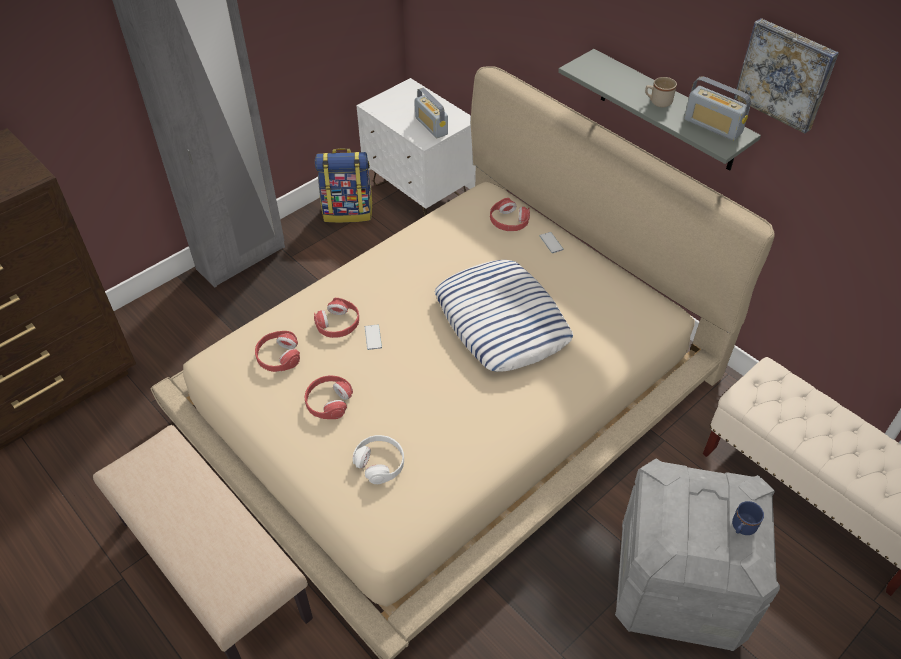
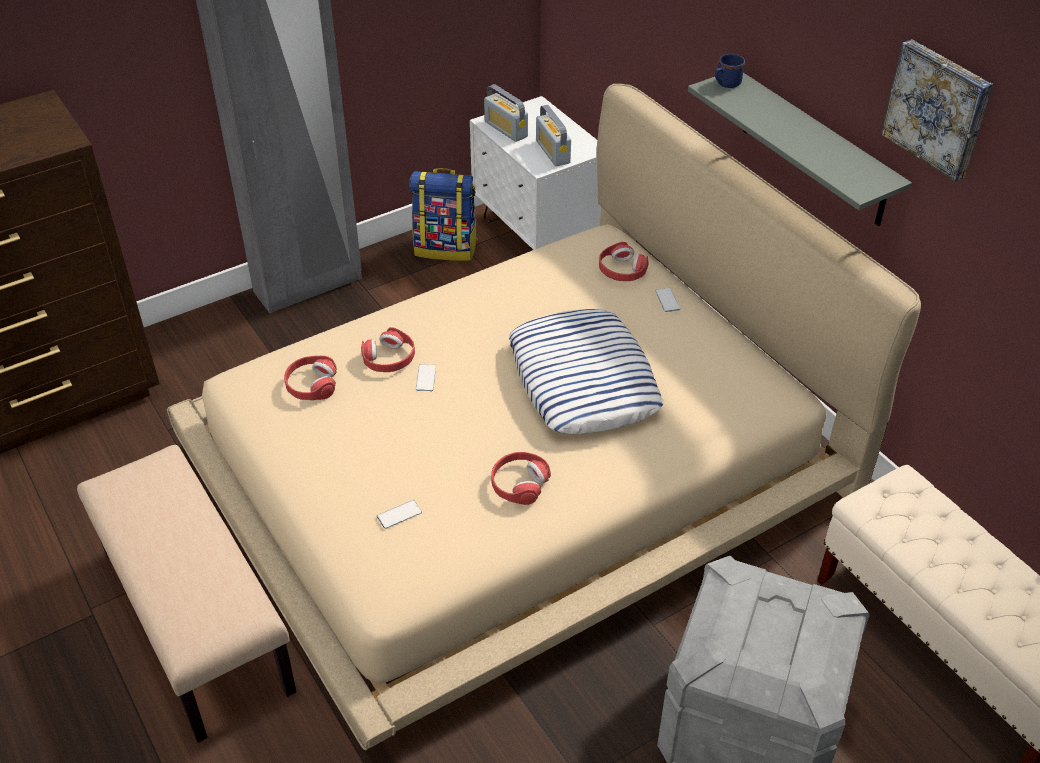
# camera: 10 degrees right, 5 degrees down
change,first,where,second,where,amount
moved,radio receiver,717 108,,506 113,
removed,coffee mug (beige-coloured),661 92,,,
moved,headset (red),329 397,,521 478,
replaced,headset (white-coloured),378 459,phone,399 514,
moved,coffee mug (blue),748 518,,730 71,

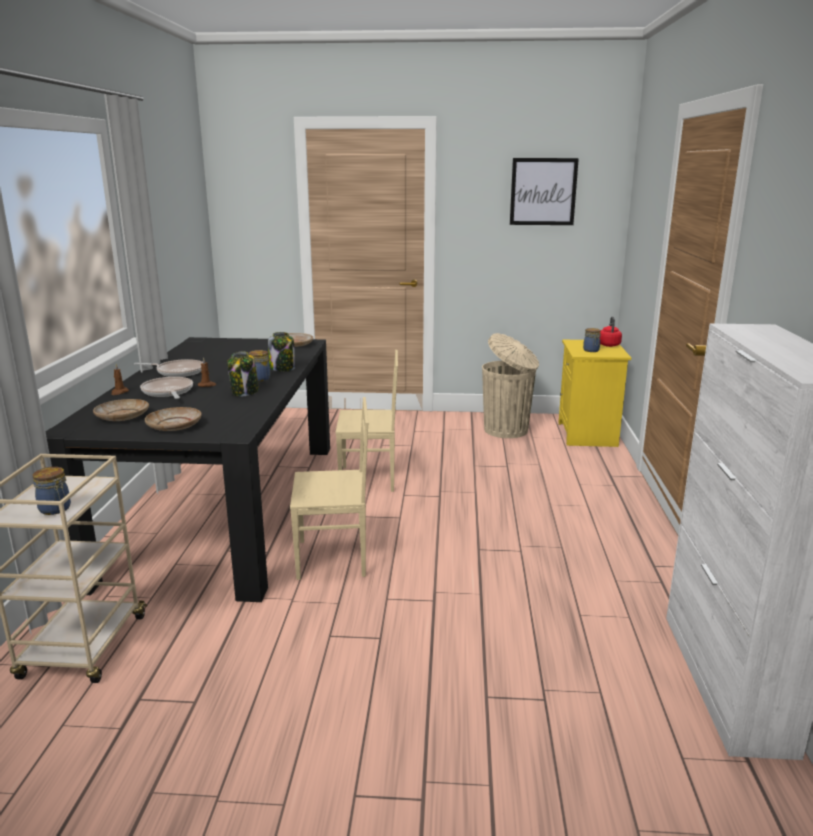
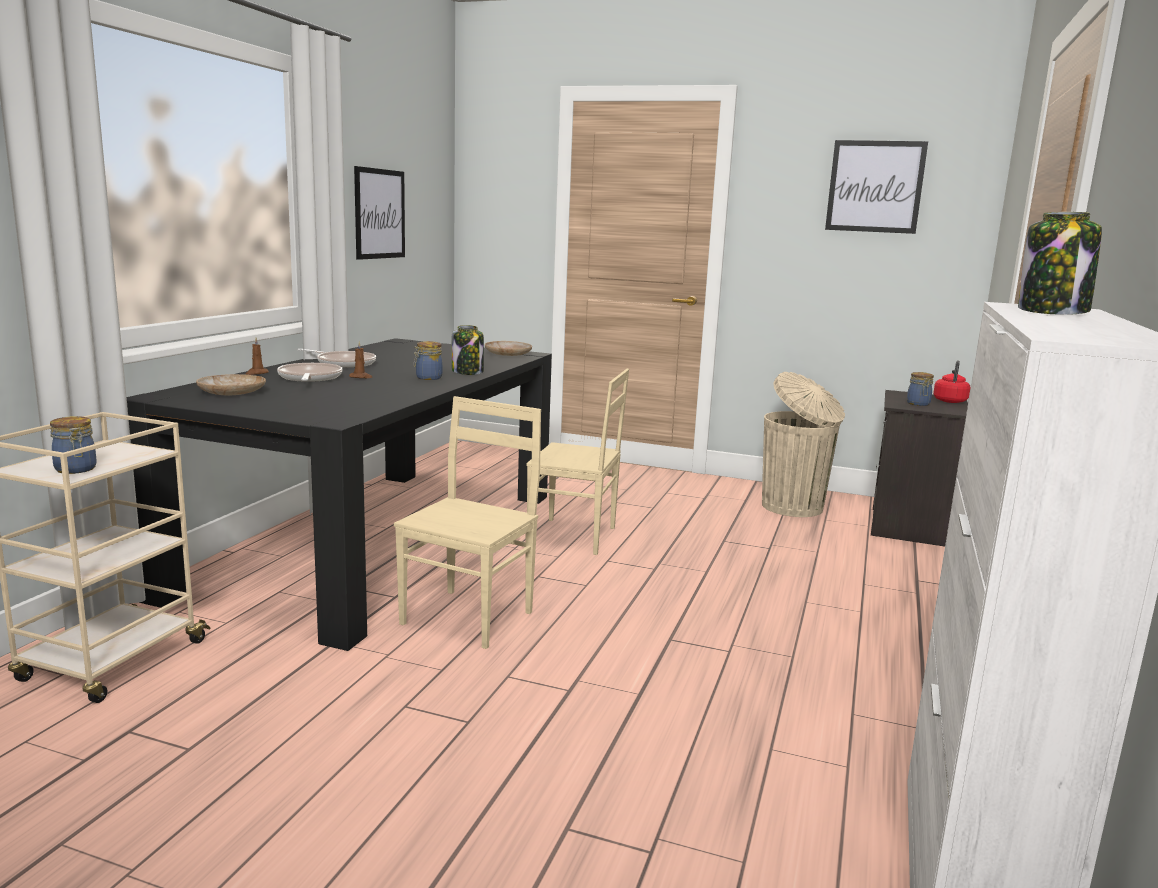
# camera: 15 degrees right, 5 degrees down
change,first,where,second,where,amount
recoloured,nightstand (yellow-coloured),594 393,nightstand (black-coloured),919 468,
moved,preserve jar,243 374,,1060 263,
turned,upright chair (beige-coloured),329 488,,467 522,75 degrees counterclockwise
removed,flat dish (beige-coloured),173 419,,,
added,,,wall picture,379 213,

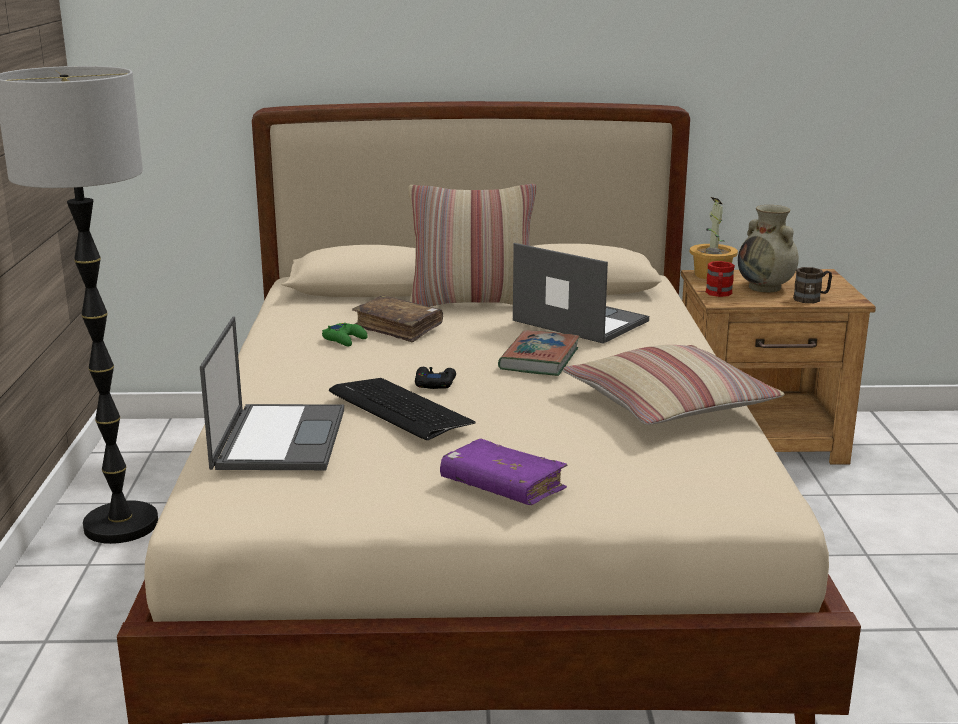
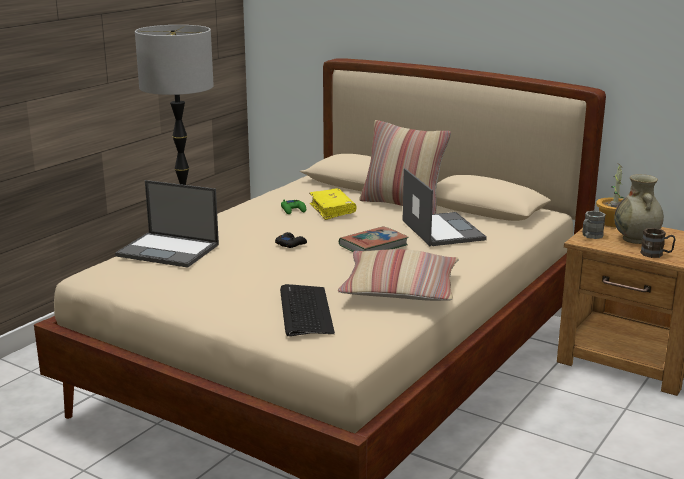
# camera: 35 degrees right, 0 degrees up
change,first,where,second,where,amount
recoloured,coffee mug (red),720 279,coffee mug (grey),594 225,
recoloured,book (brown),397 319,book (yellow-coloured),333 204,
turned,portable computer,272 393,,167 224,75 degrees clockwise
moved,computer keyboard,402 409,,307 310,
removed,book (purple),503 471,,,

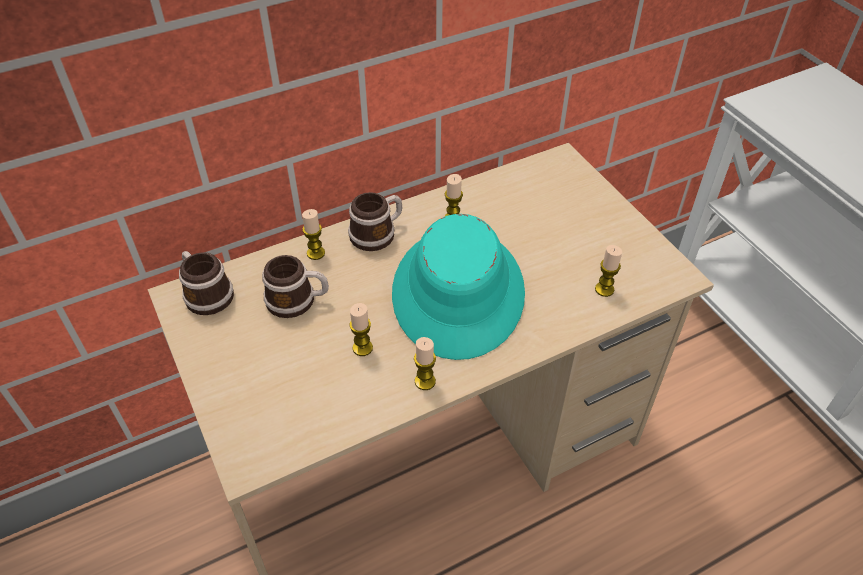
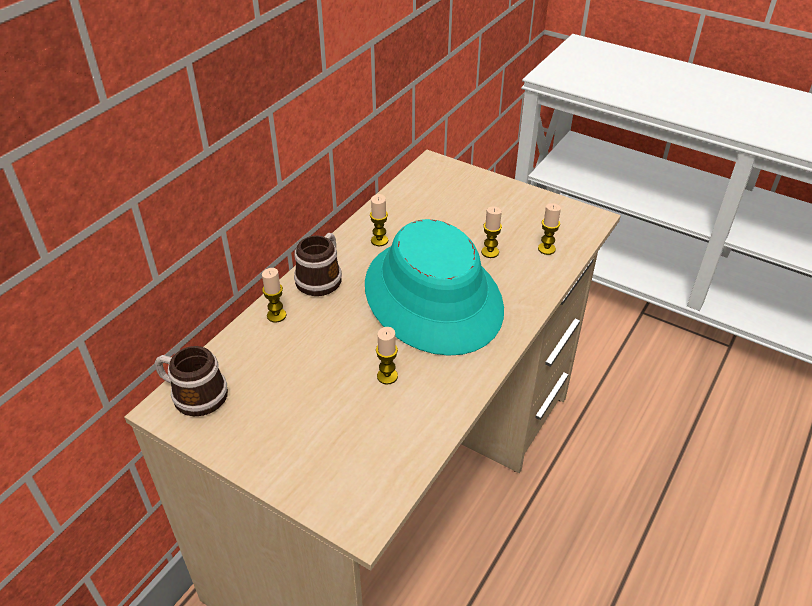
# camera: 30 degrees left, 5 degrees down
change,first,where,second,where,amount
removed,coffee mug,295 286,,,
moved,candle,425 363,,491 232,

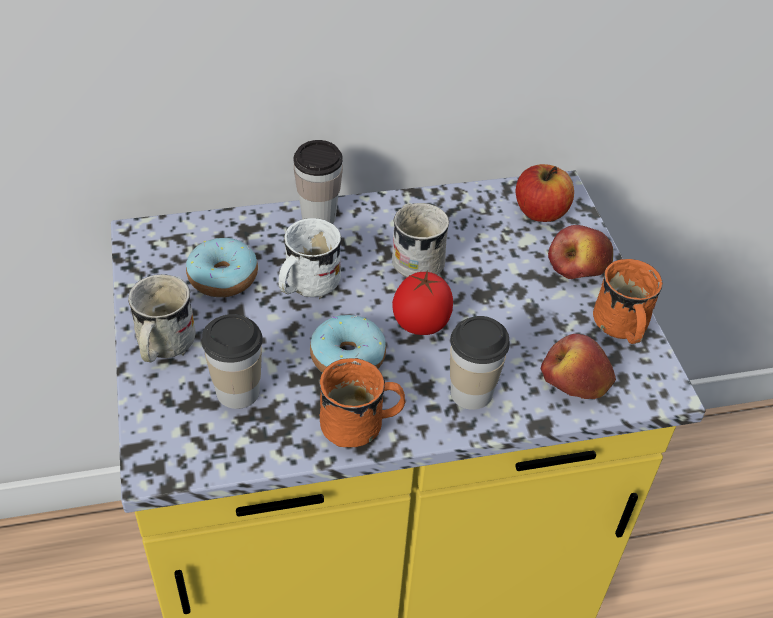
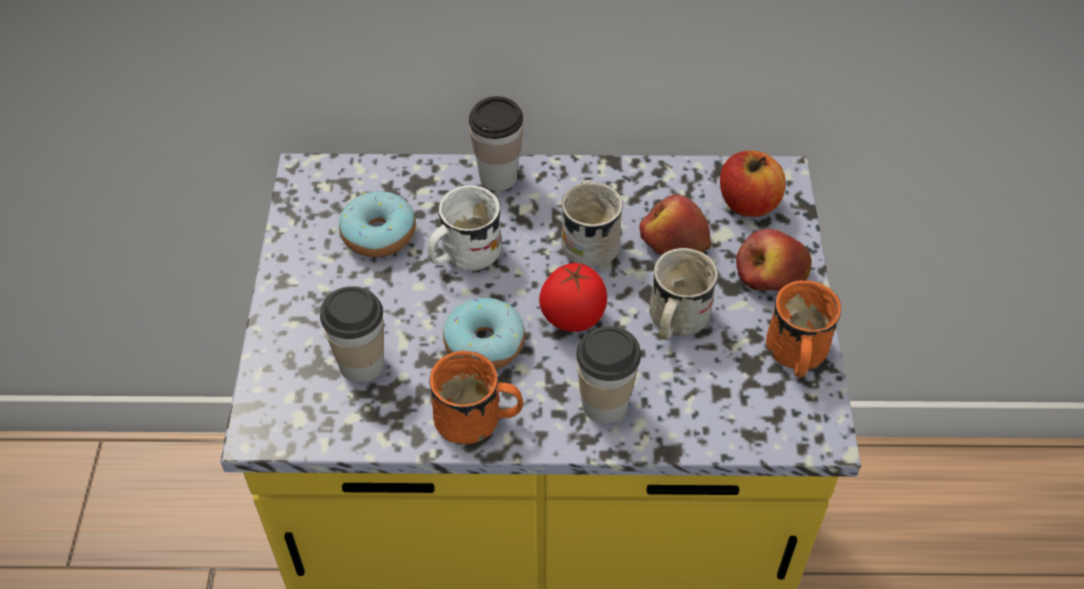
# camera: 15 degrees right, 5 degrees up
change,first,where,second,where,amount
moved,coffee mug (white-coloured),162 318,,683 294,
moved,apple,578 366,,675 225,

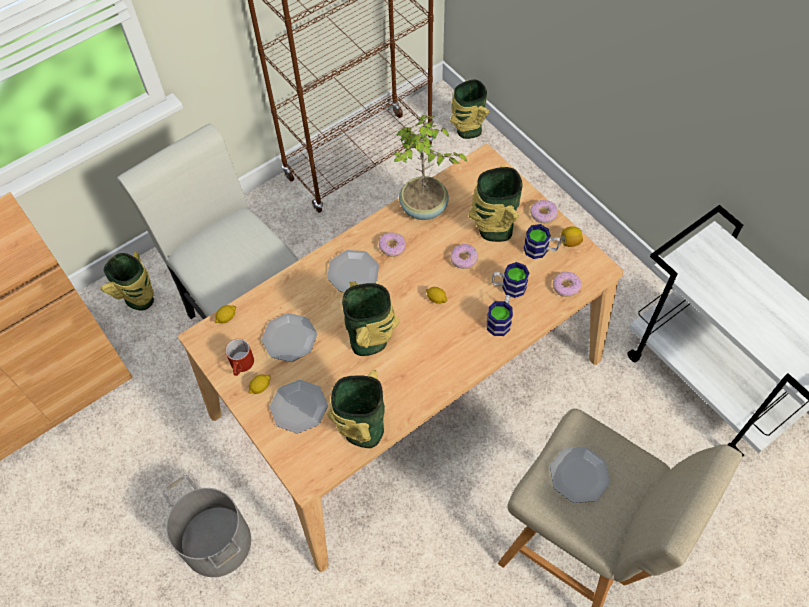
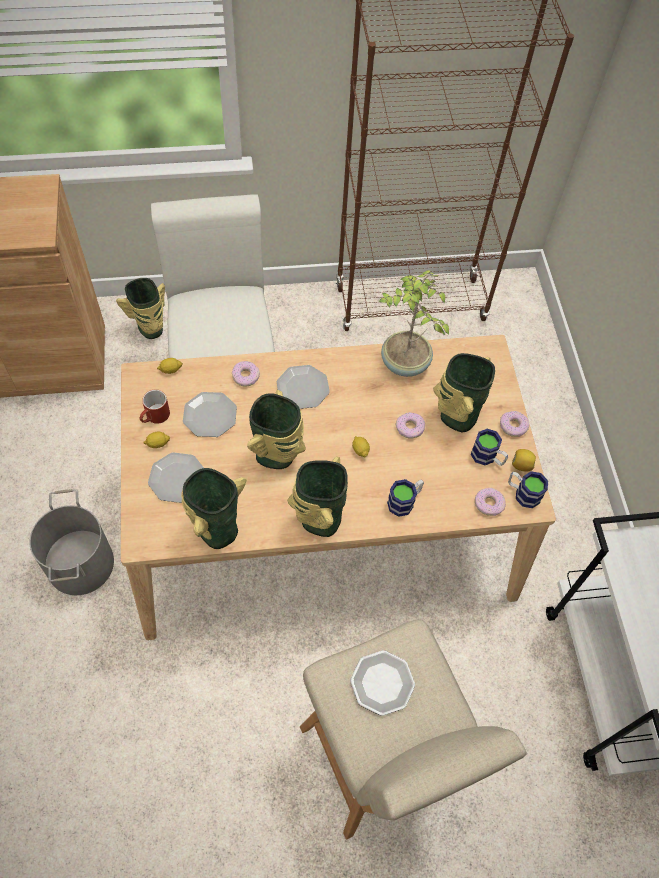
# camera: 25 degrees right, 0 degrees up
change,first,where,second,where,amount
moved,vase,469 109,,317 496,
moved,ring doughnut,392 244,,246 374,
moved,coffee mug,510 280,,528 489,

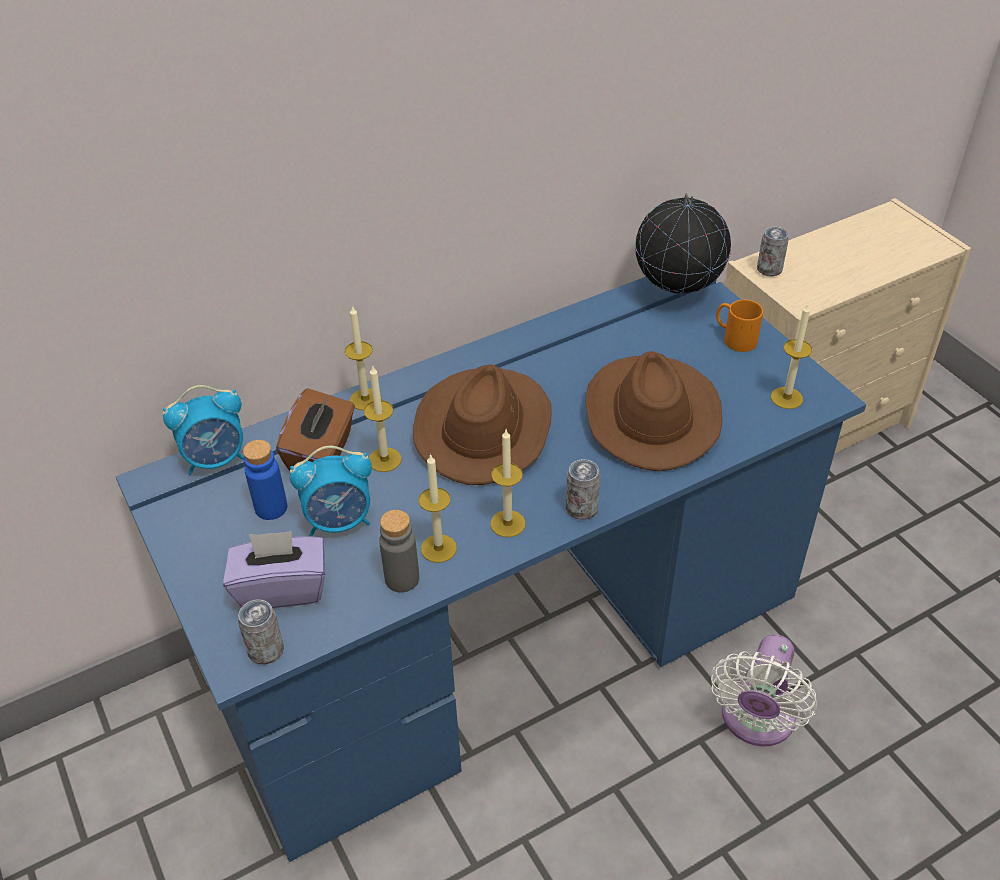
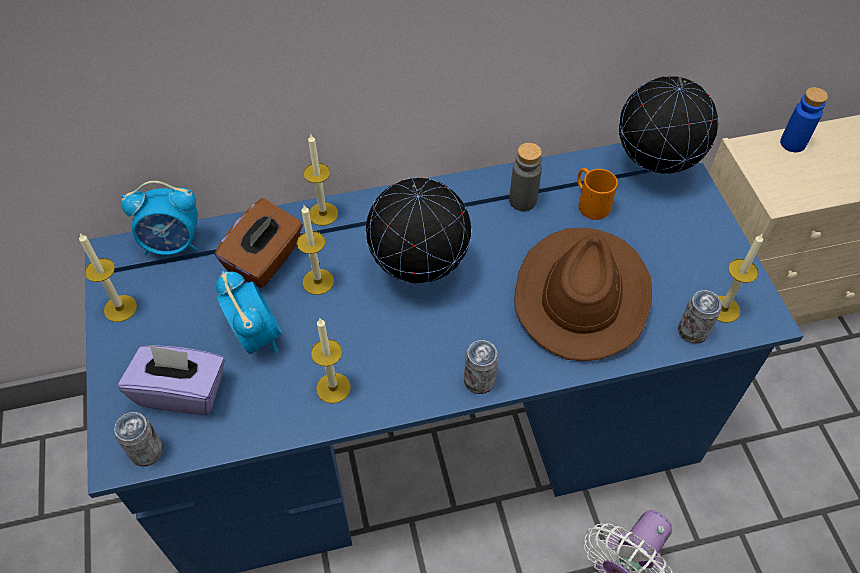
# camera: 15 degrees right, 10 degrees up
change,first,where,second,where,amount
moved,sealed can,773 251,,700 317,
moved,coffee mug (orange-coloured),739 326,,597 194,
replaced,hat (brown),482 424,globe,418 230,
moved,candle,507 483,,108 277,
moved,bottle (blue),265 480,,804 119,
turned,table clock,331 491,,248 312,120 degrees counterclockwise
moved,bottle (grey),399 551,,525 177,

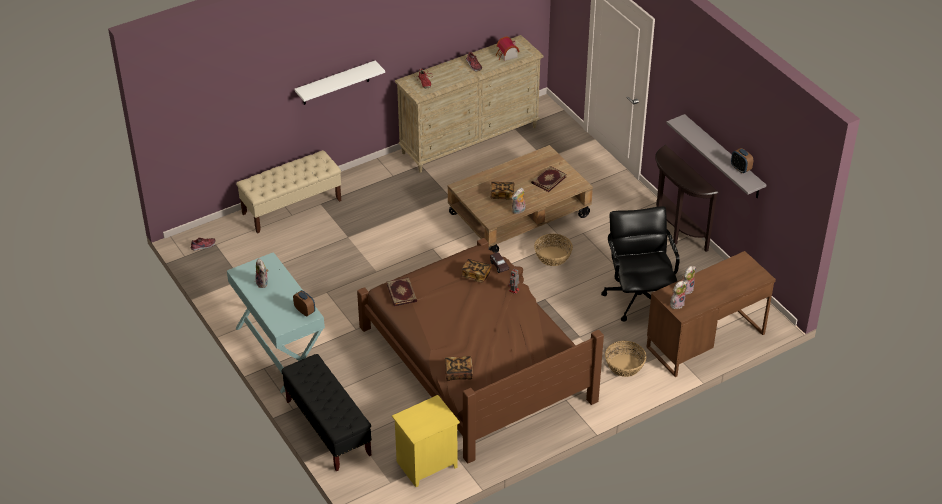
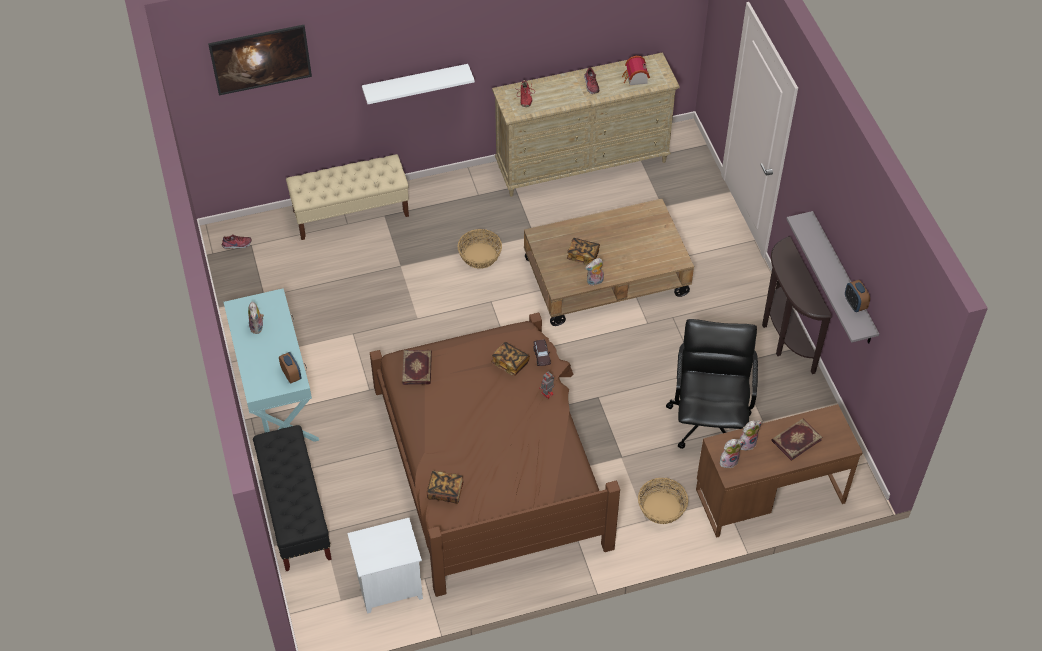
# camera: 15 degrees right, 10 degrees up
change,first,where,second,where,amount
moved,book,549 179,,797 439,
moved,storage basket,553 250,,480 249,
recoloured,nightstand (yellow-coloured),426 441,nightstand (white-coloured),385 566,
added,,,wall picture,260 60,

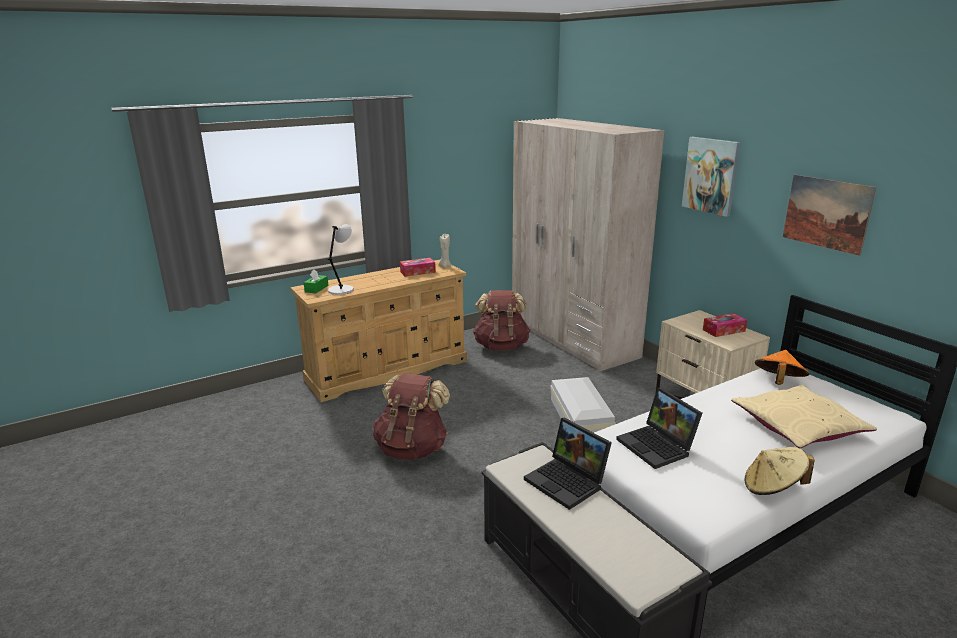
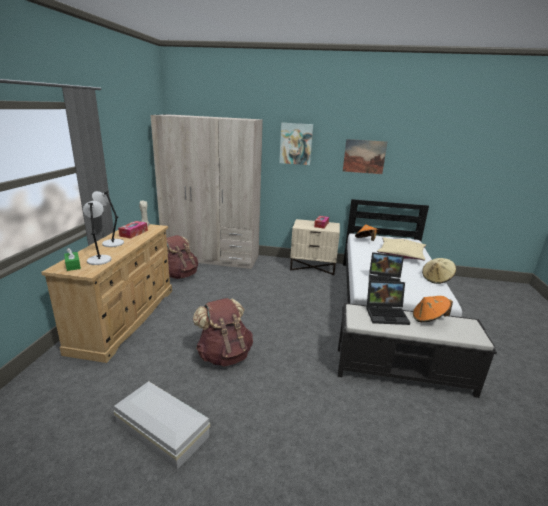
# camera: 50 degrees left, 0 degrees up
change,first,where,second,where,amount
moved,storage container (white-coloured),583 405,,161 425,
added,,,tabletop lamp (grey),108 219,
added,,,hat (orange-coloured),433 309,

